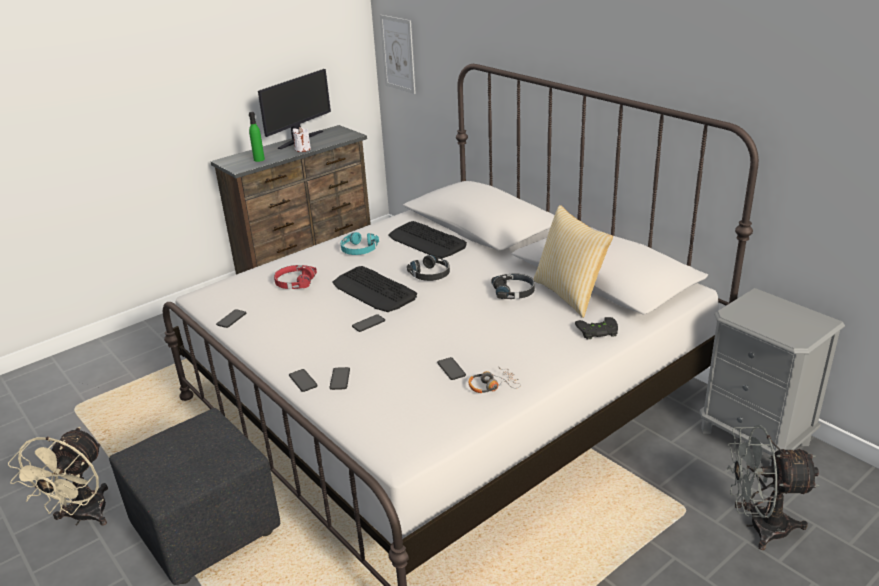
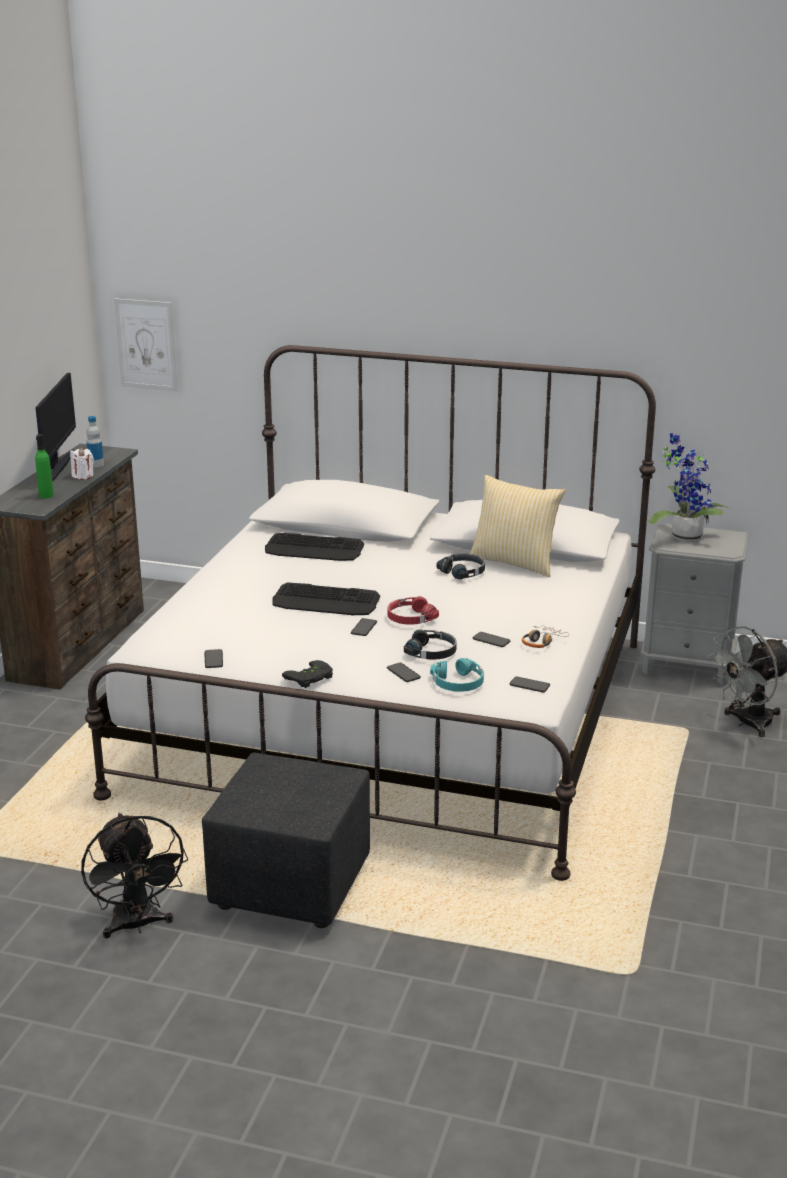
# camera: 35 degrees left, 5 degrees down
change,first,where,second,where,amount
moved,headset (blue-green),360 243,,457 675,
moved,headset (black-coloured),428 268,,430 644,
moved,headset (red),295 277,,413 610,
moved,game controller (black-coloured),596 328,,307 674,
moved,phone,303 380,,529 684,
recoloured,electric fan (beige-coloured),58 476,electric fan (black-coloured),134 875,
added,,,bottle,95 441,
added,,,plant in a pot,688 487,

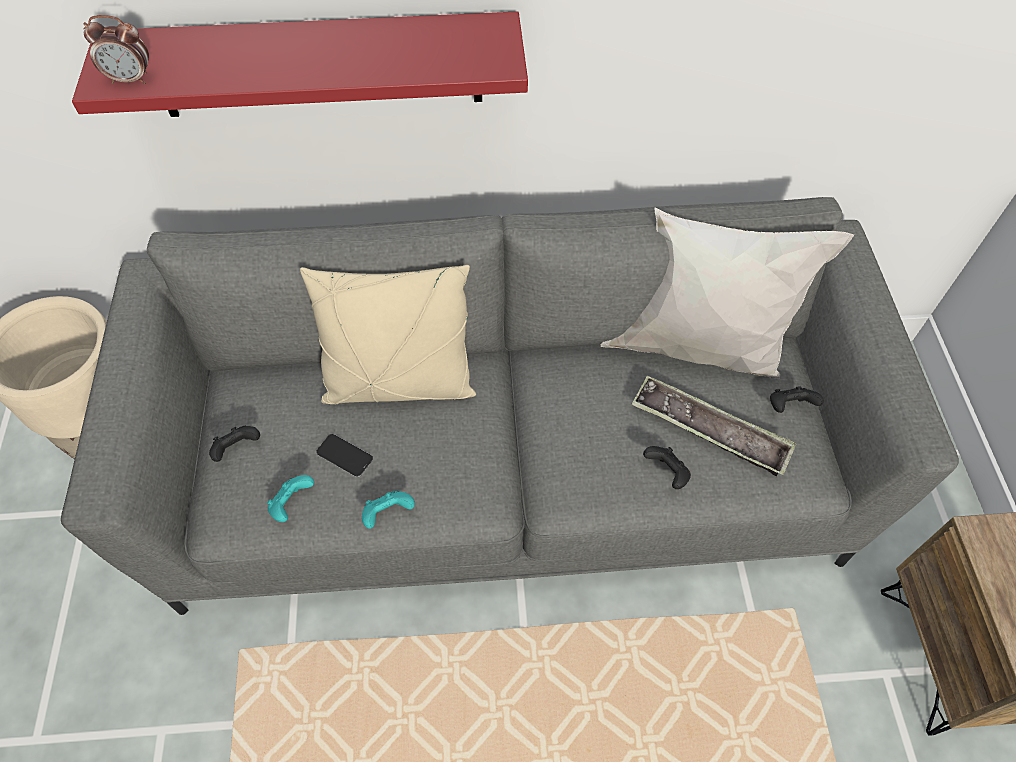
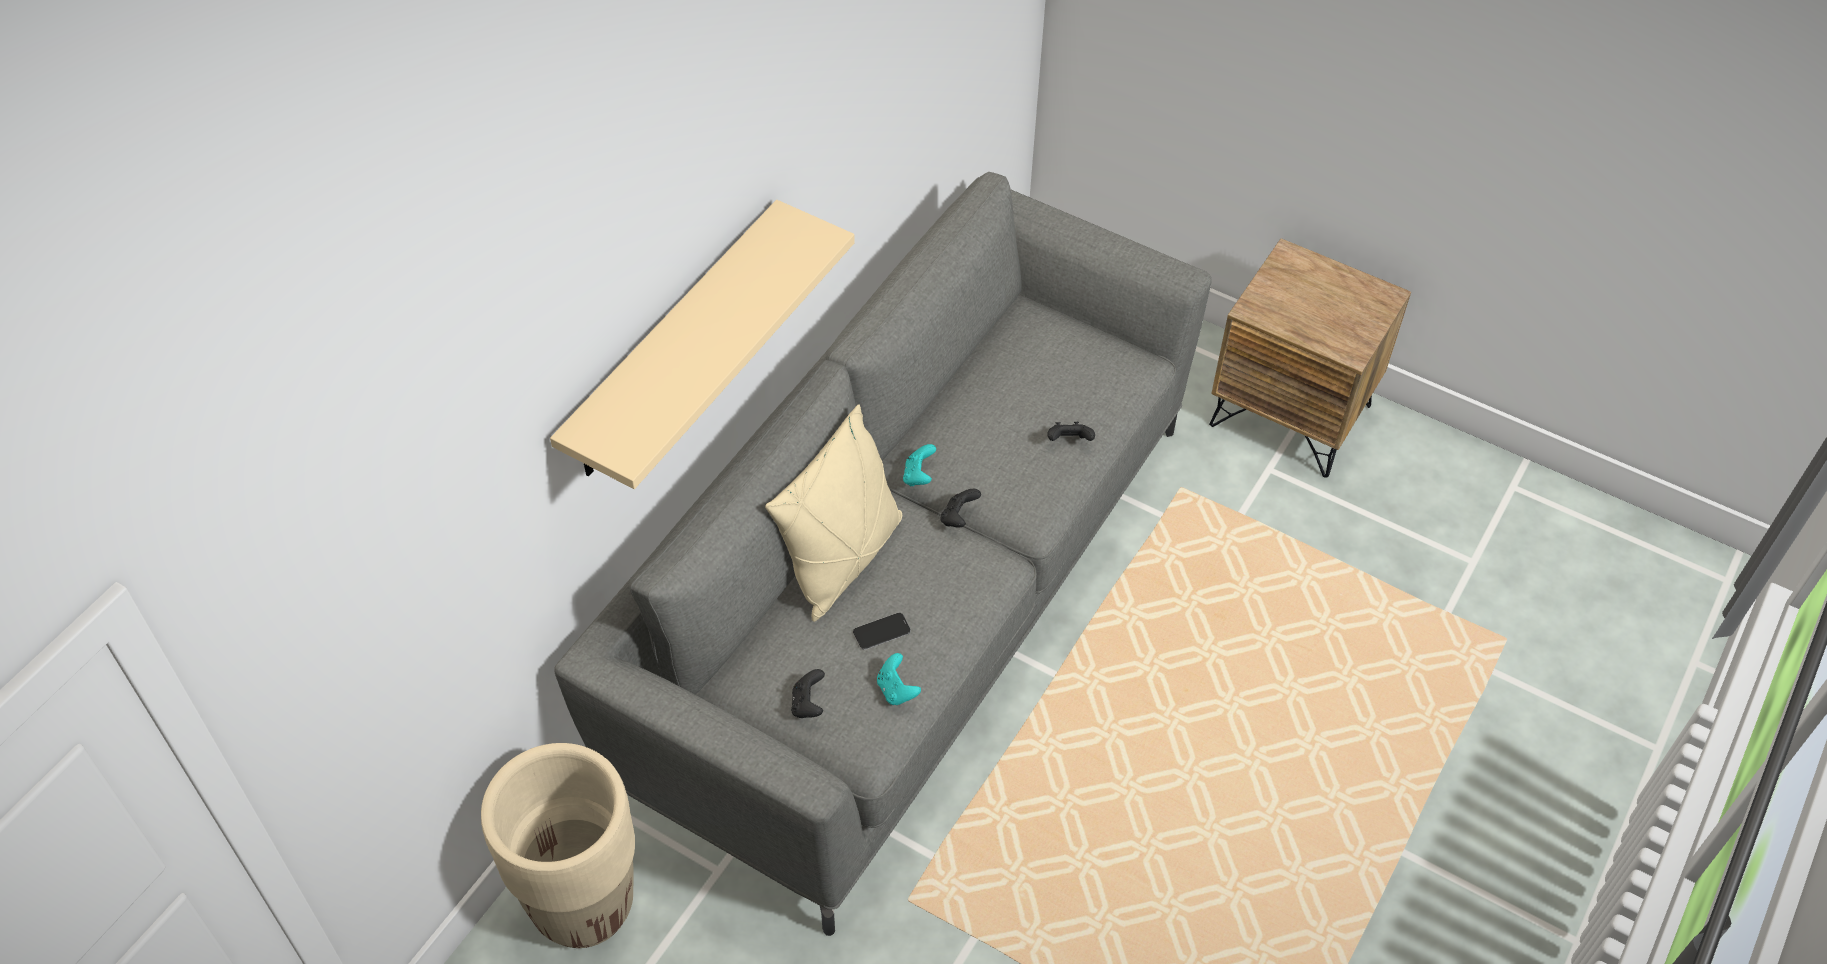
# camera: 55 degrees left, 5 degrees down
change,first,where,second,where,amount
recoloured,wall shelf (red),300 64,wall shelf (beige-coloured),702 344,
removed,table clock,116 49,,,
removed,cushion (white-coloured),727 293,,,
removed,serving tray,714 426,,,
moved,game controller (black-coloured),797 399,,960 508,
moved,game controller (blue-green),388 510,,919 465,

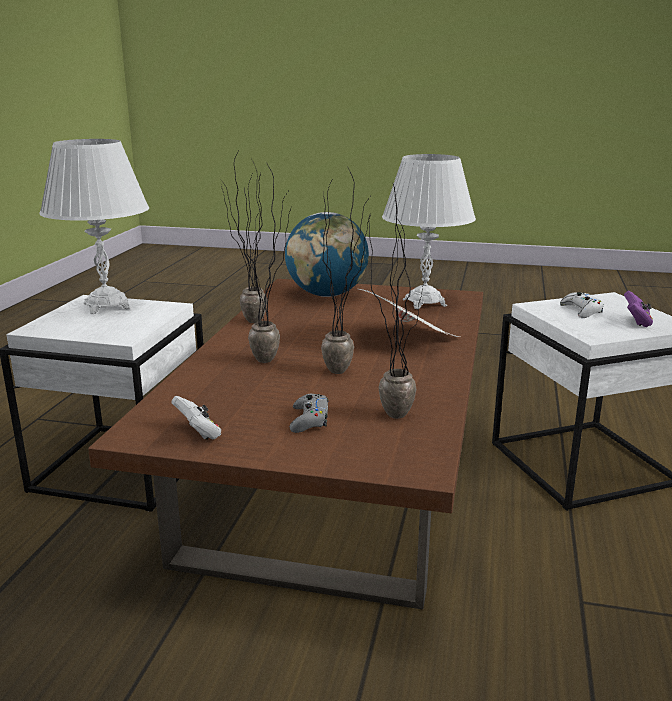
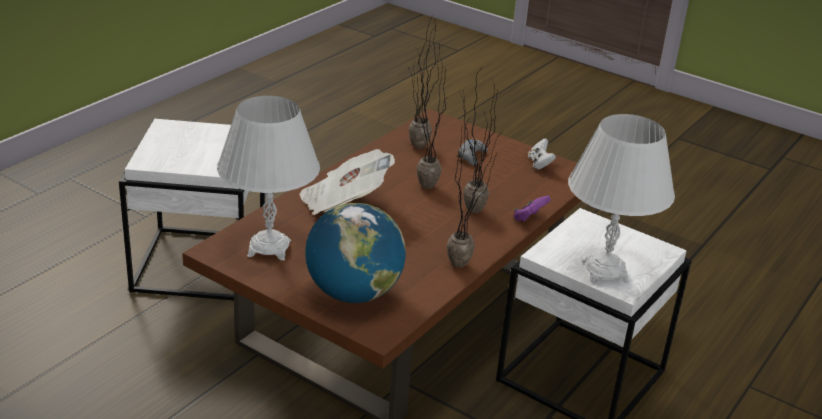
# camera: 160 degrees left, 10 degrees up
change,first,where,second,where,amount
moved,game controller (purple),638 309,,532 209,
removed,game controller (white-coloured),582 305,,,

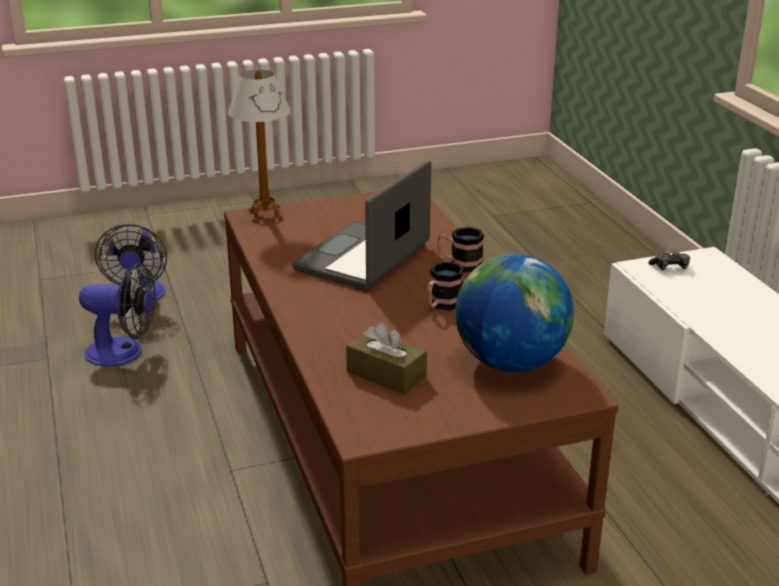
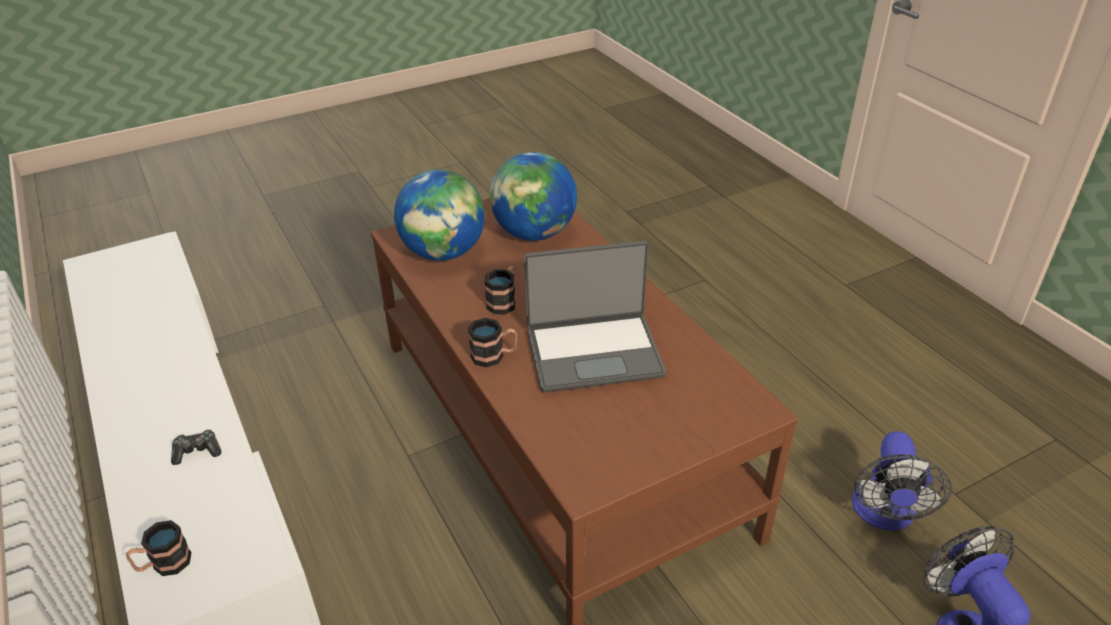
# camera: 170 degrees right, 10 degrees up
change,first,where,second,where,amount
removed,tabletop lamp,259 146,,,
turned,portable computer,361 225,,595 317,60 degrees clockwise
moved,game controller,669 260,,196 447,
turned,electric fan,117 314,,902 481,75 degrees counterclockwise
replaced,tissue holder (brown),386 358,globe,533 196,
added,,,coffee mug,159 548,

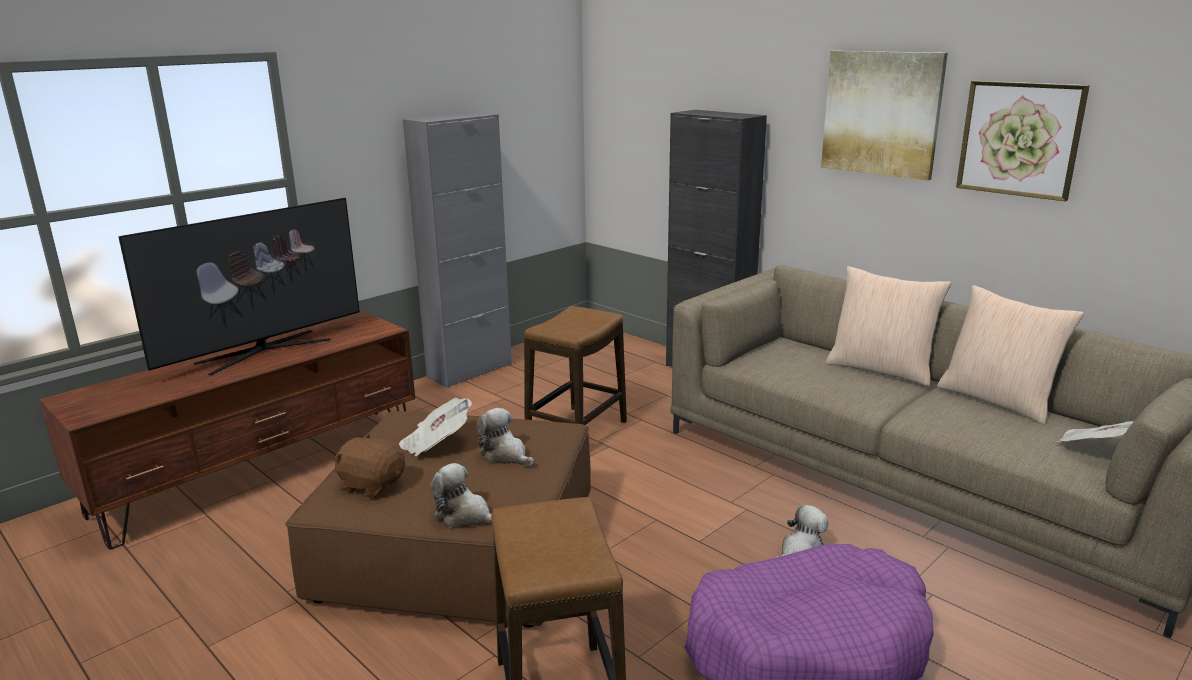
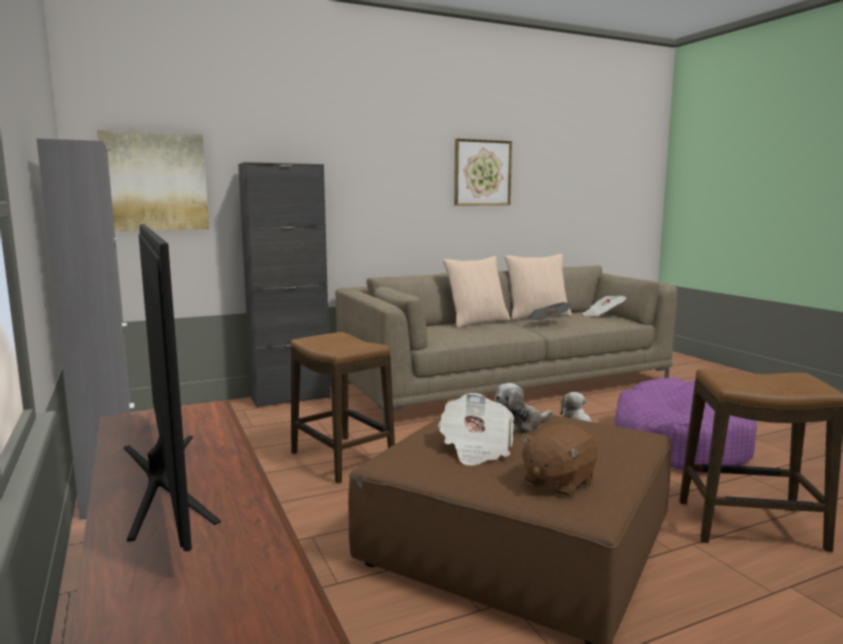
# camera: 70 degrees left, 10 degrees down
change,first,where,second,where,amount
moved,wall picture,884 116,,153 180,
removed,soft toy,461 495,,,
added,,,printed paper,549 311,

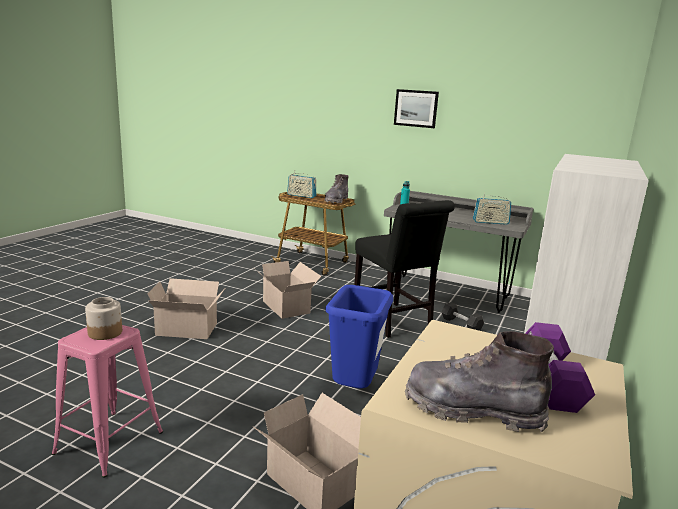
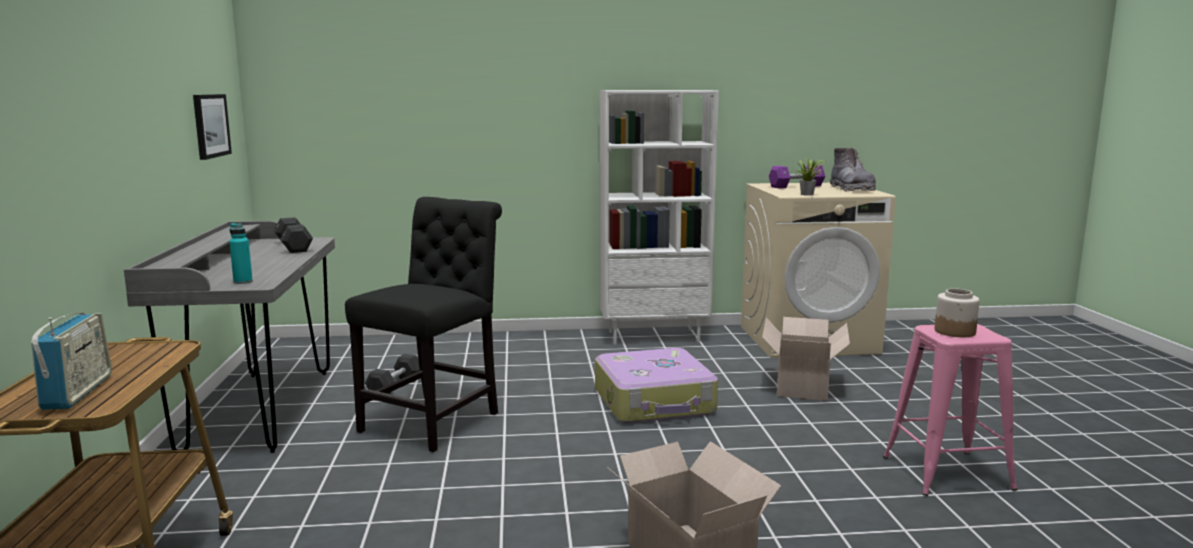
# camera: 120 degrees left, 5 degrees down
change,first,where,second,where,amount
moved,wall picture,416 108,,212 127,
removed,high-top boot (grey),337 188,,,
replaced,radio receiver,492 209,hand weight (black-coloured),293 235,
removed,cardboard box,288 290,,,
replaced,waste bin (blue),359 336,travel case,656 385,
added,,,plant in a pot,811 177,

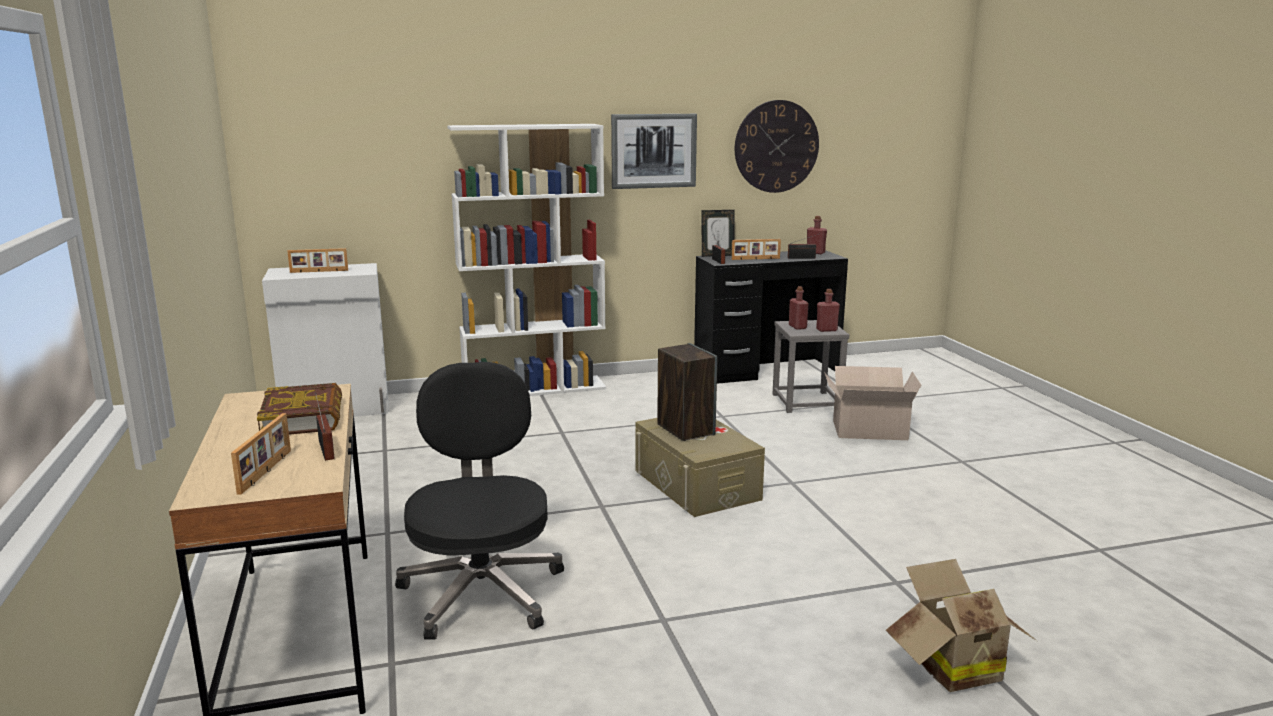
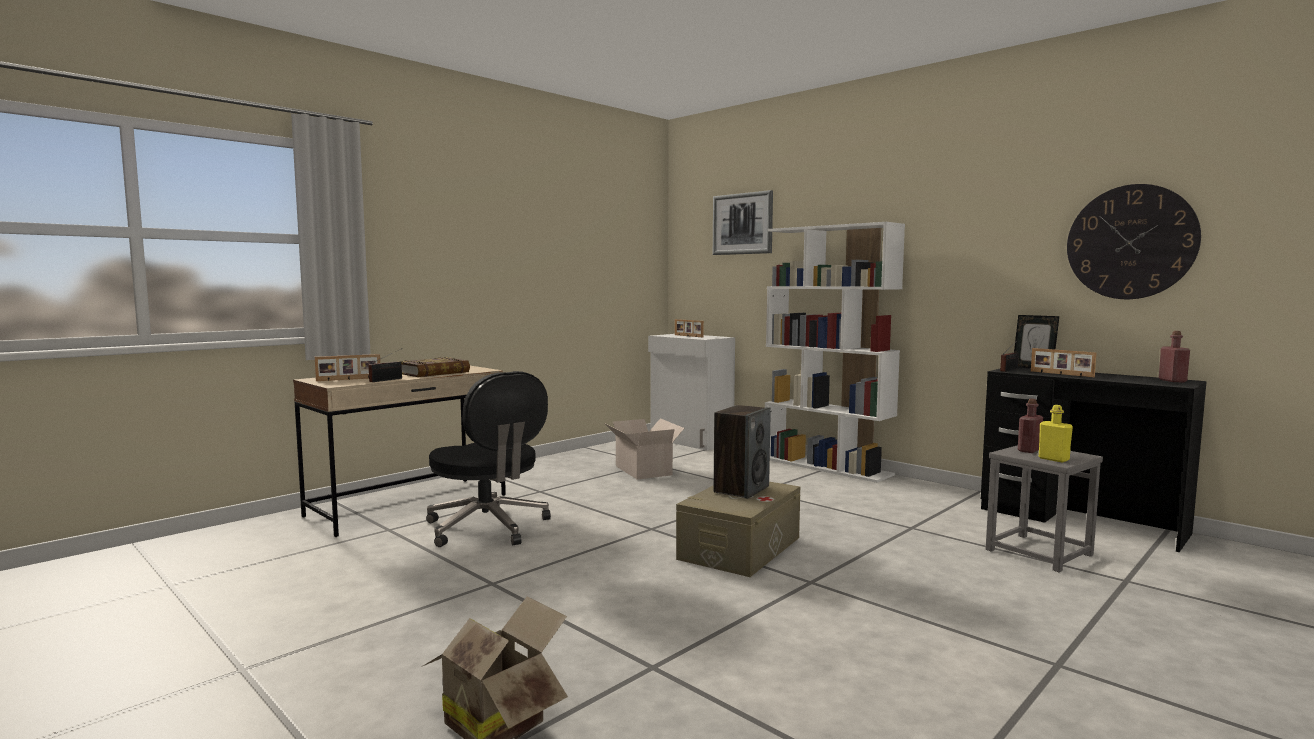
# camera: 60 degrees right, 10 degrees down
change,first,where,second,where,amount
moved,wall picture,654 151,,743 222,
removed,radio receiver,804 246,,,
recoloured,bottle (red),828 310,bottle (yellow-coloured),1056 433,
turned,desk chair (black-coloured),479 501,,488 459,90 degrees clockwise
moved,cardboard box,872 403,,644 449,

